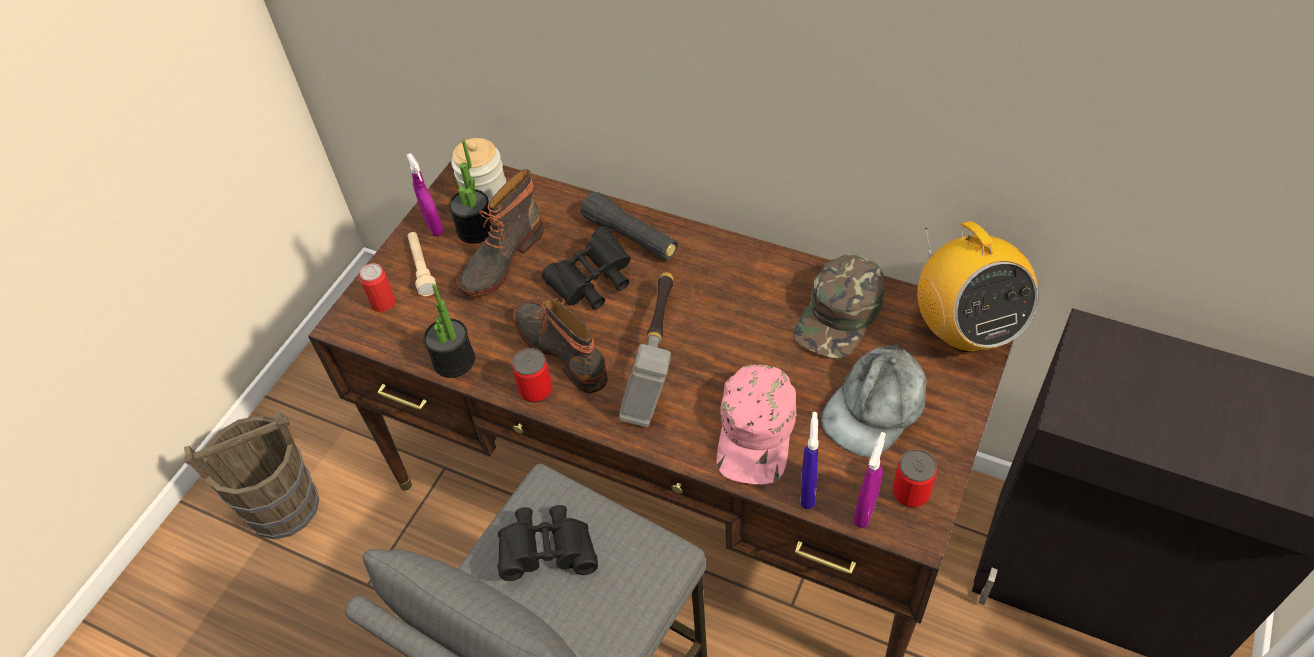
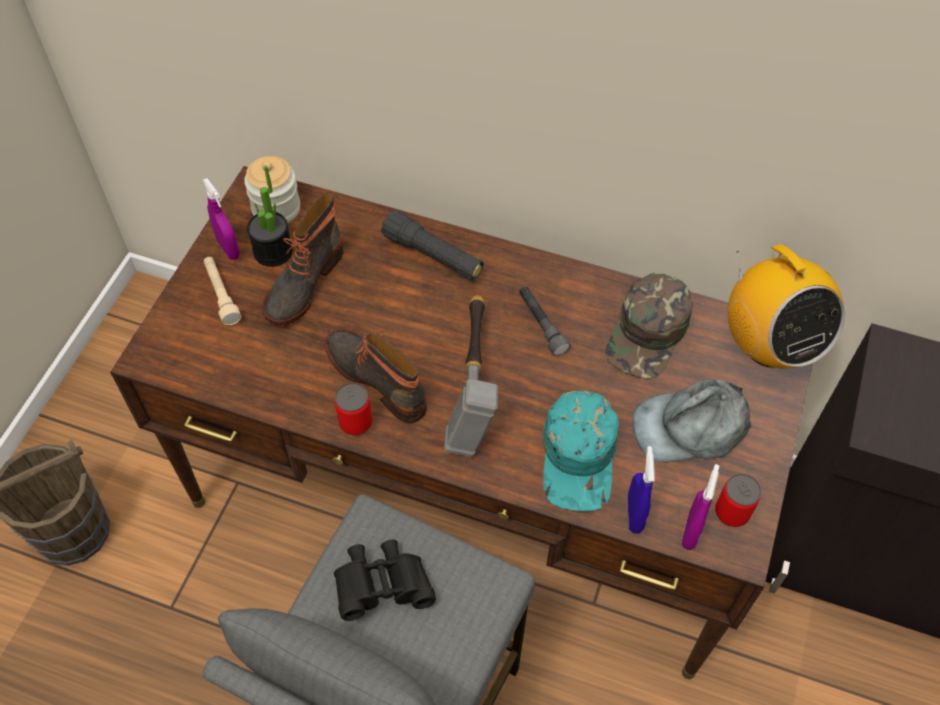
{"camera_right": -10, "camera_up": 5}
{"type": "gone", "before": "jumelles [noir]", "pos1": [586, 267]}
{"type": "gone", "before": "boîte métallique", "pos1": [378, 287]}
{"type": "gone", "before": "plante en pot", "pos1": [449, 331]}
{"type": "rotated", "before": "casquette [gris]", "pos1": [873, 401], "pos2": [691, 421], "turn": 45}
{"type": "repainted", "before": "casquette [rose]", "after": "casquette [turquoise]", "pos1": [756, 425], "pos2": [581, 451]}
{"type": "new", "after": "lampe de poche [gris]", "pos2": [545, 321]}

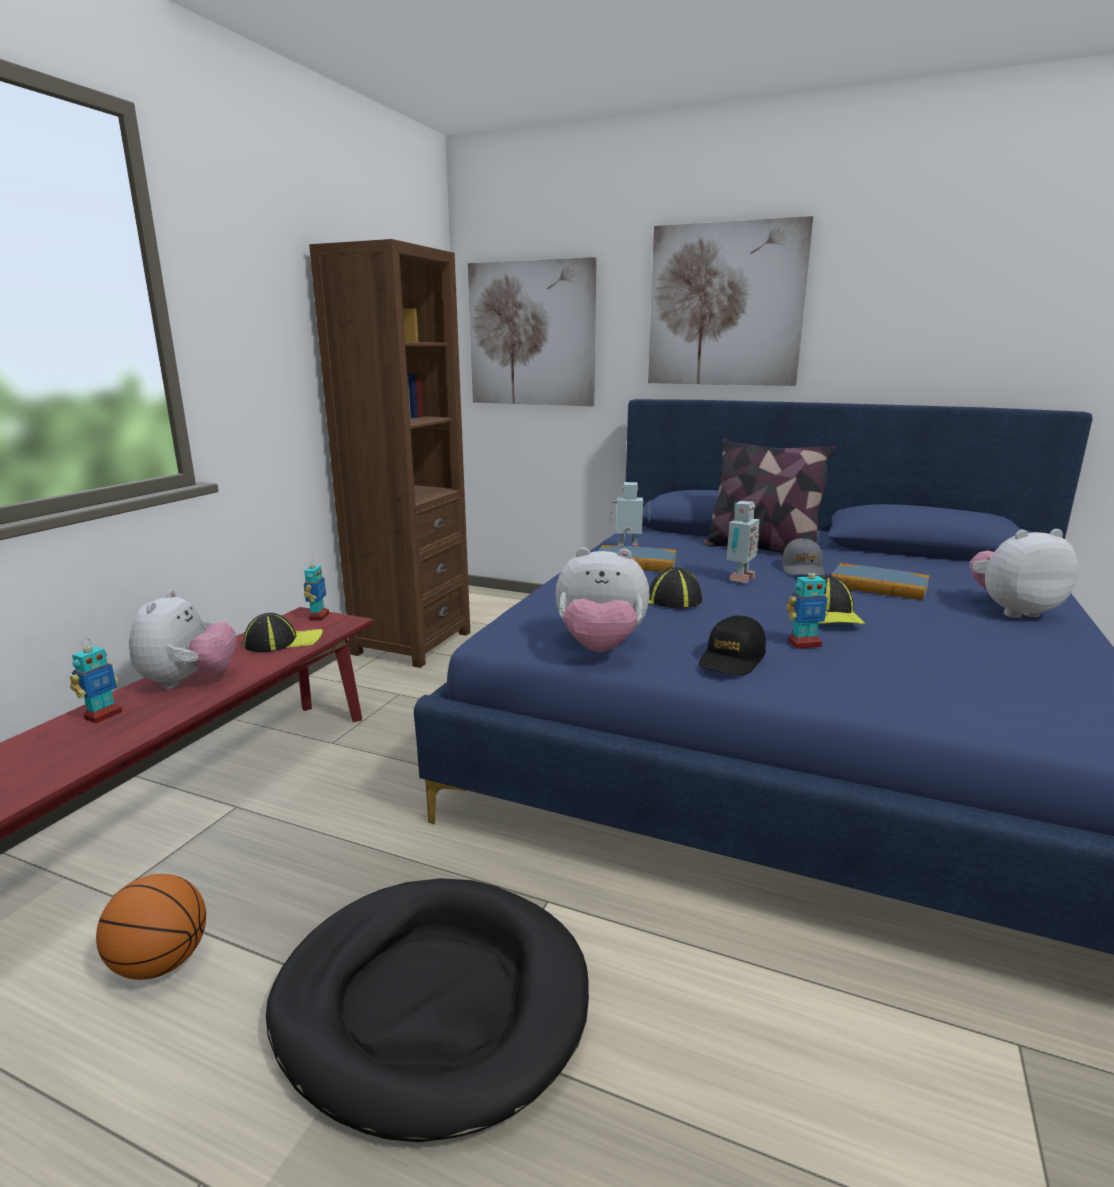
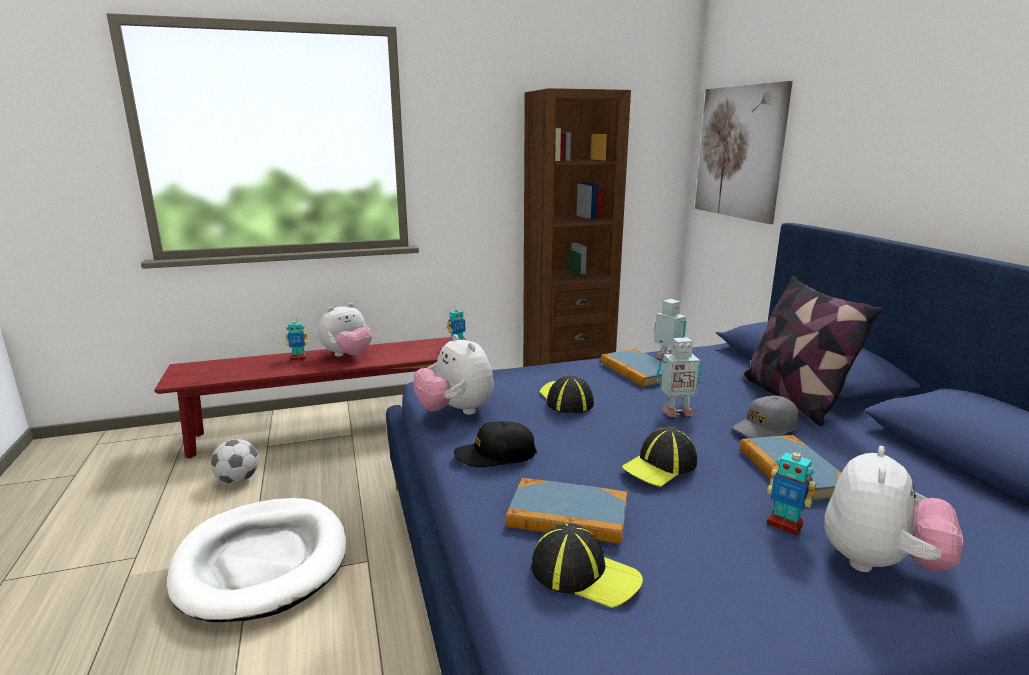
{"camera_right": 50, "camera_up": 0}
{"type": "gone", "before": "tableau", "pos1": [730, 301]}
{"type": "rotated", "before": "peluche", "pos1": [1024, 573], "pos2": [893, 509], "turn": 75}
{"type": "shifted", "before": "robot jouet", "pos1": [807, 607], "pos2": [791, 490]}
{"type": "shifted", "before": "casquette", "pos1": [283, 632], "pos2": [587, 565]}
{"type": "swapped", "before": "ballon de basket", "after": "ballon de foot", "pos1": [151, 927], "pos2": [235, 461]}
{"type": "repainted", "before": "panier pour chien [noir]", "after": "panier pour chien [blanc]", "pos1": [427, 1010], "pos2": [256, 560]}
{"type": "new", "after": "livre", "pos2": [566, 511]}

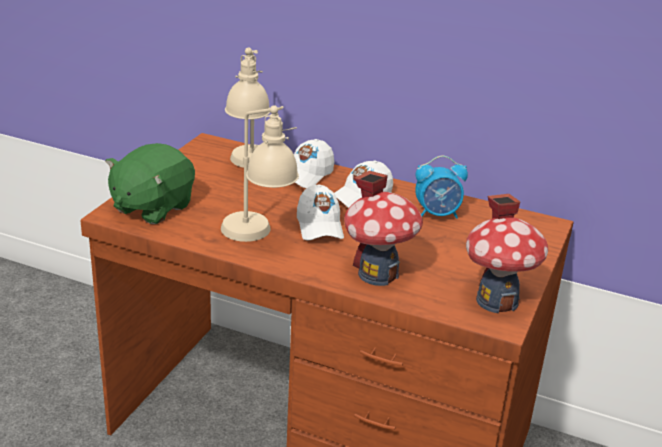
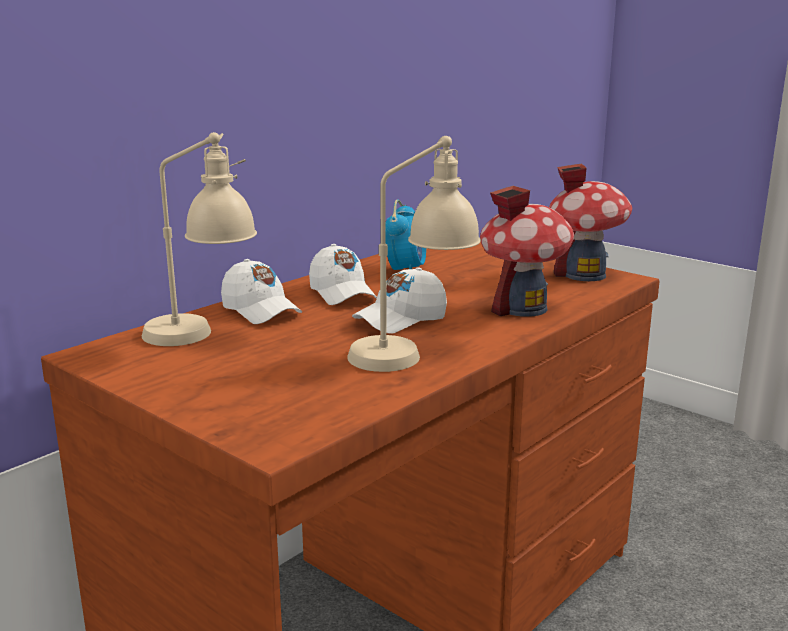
{"camera_right": -70, "camera_up": -10}
{"type": "gone", "before": "peluche [vert]", "pos1": [150, 183]}
{"type": "rotated", "before": "casquette [blanc]", "pos1": [320, 213], "pos2": [399, 300], "turn": 135}

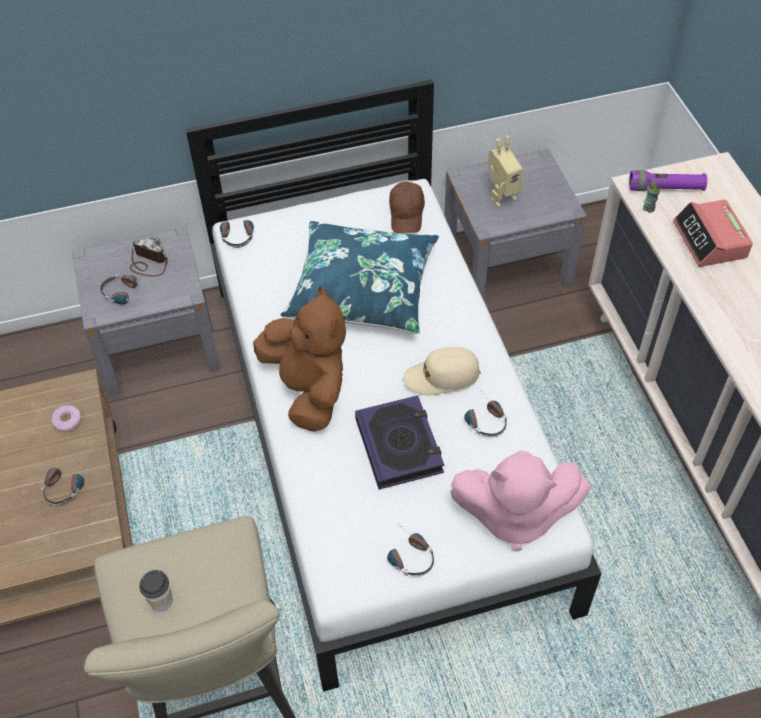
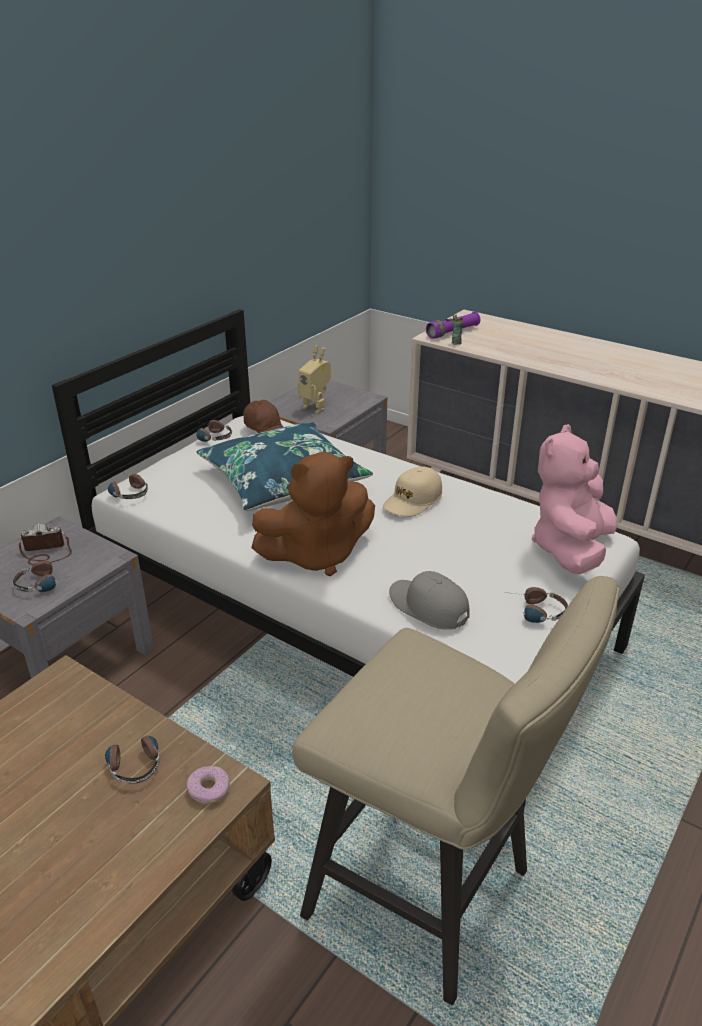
{"camera_right": -40, "camera_up": -20}
{"type": "rotated", "before": "robot jouet", "pos1": [505, 171], "pos2": [314, 380], "turn": 105}
{"type": "gone", "before": "réveil", "pos1": [713, 233]}
{"type": "rotated", "before": "peluche [marron]", "pos1": [299, 359], "pos2": [313, 514], "turn": 135}
{"type": "shifted", "before": "casque audio", "pos1": [485, 414], "pos2": [214, 431]}
{"type": "gone", "before": "livre", "pos1": [399, 442]}
{"type": "shifted", "before": "beignet", "pos1": [66, 418], "pos2": [208, 785]}
{"type": "rotated", "before": "peluche [rose]", "pos1": [520, 501], "pos2": [574, 499], "turn": 150}
{"type": "gone", "before": "tasse", "pos1": [155, 591]}
{"type": "new", "after": "casquette [gris]", "pos2": [429, 600]}

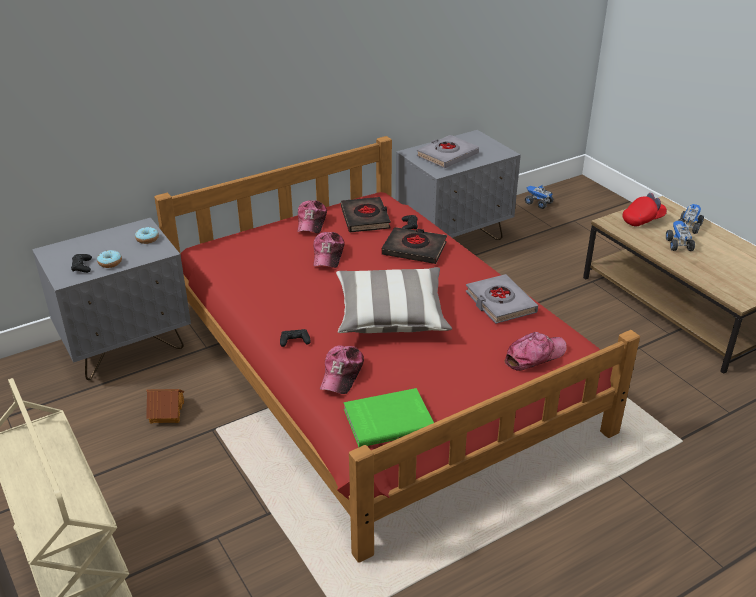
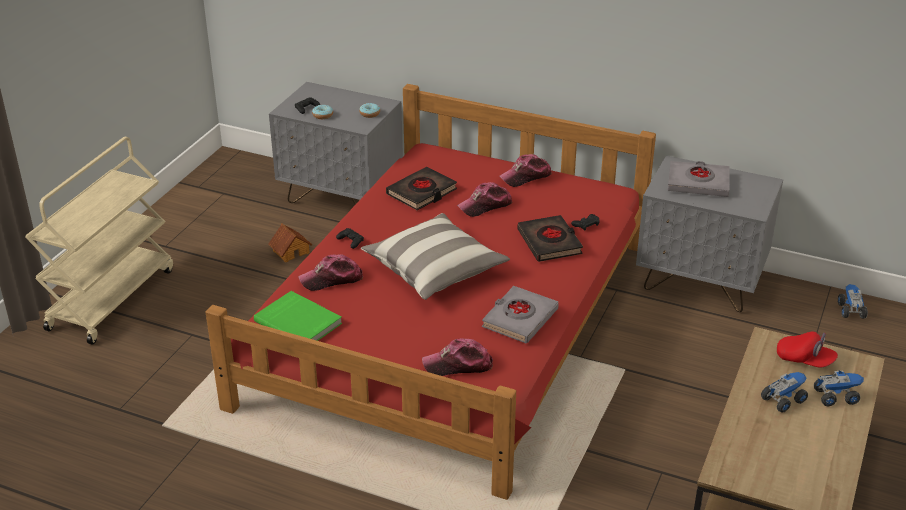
{"camera_right": 55, "camera_up": 0}
{"type": "shifted", "before": "livre [noir]", "pos1": [366, 214], "pos2": [421, 188]}
{"type": "rotated", "before": "casquette", "pos1": [535, 351], "pos2": [457, 357], "turn": 150}

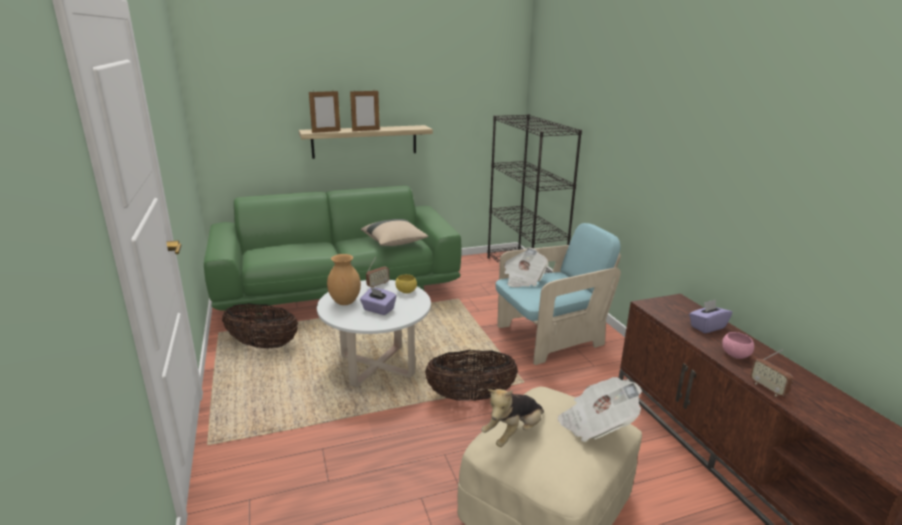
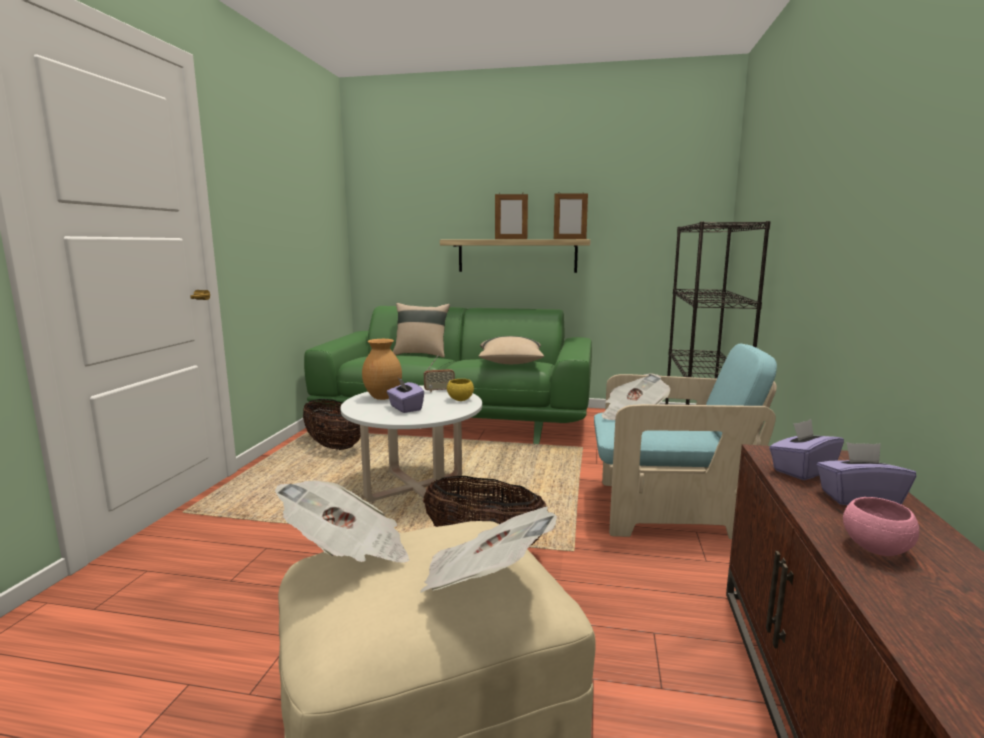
{"camera_right": 30, "camera_up": -10}
{"type": "shifted", "before": "cadre photo", "pos1": [324, 112], "pos2": [571, 216]}
{"type": "gone", "before": "radio", "pos1": [771, 372]}
{"type": "swapped", "before": "peluche", "after": "journal", "pos1": [512, 418], "pos2": [342, 522]}
{"type": "new", "after": "coussin [beige]", "pos2": [421, 330]}
{"type": "new", "after": "boîte à mouchoirs [violet]", "pos2": [806, 449]}

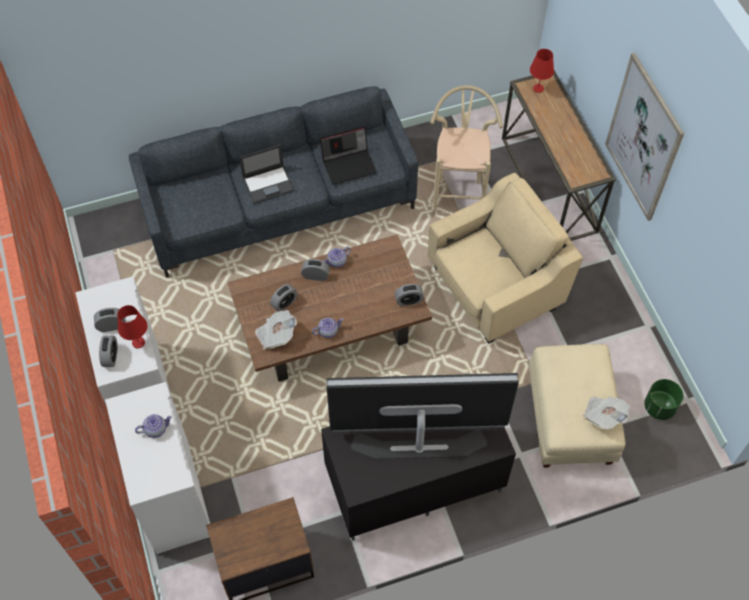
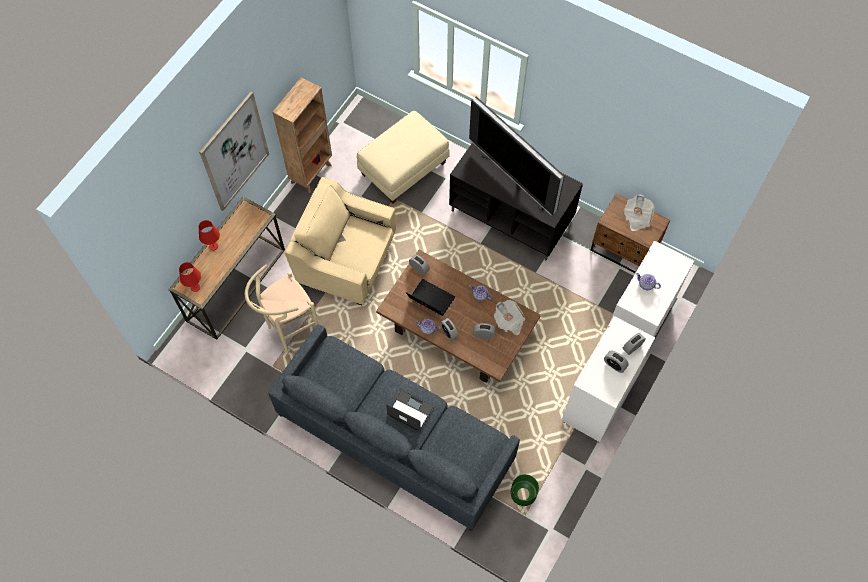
{"camera_right": -130, "camera_up": 5}
{"type": "shifted", "before": "ordinateur portable", "pos1": [348, 156], "pos2": [430, 297]}
{"type": "shifted", "before": "lampe de table [rouge]", "pos1": [132, 326], "pos2": [209, 235]}
{"type": "shifted", "before": "cache-pot [vert]", "pos1": [663, 399], "pos2": [525, 490]}
{"type": "shifted", "before": "journal", "pos1": [606, 412], "pos2": [639, 212]}
{"type": "new", "after": "bibliothèque [marron]", "pos2": [302, 135]}

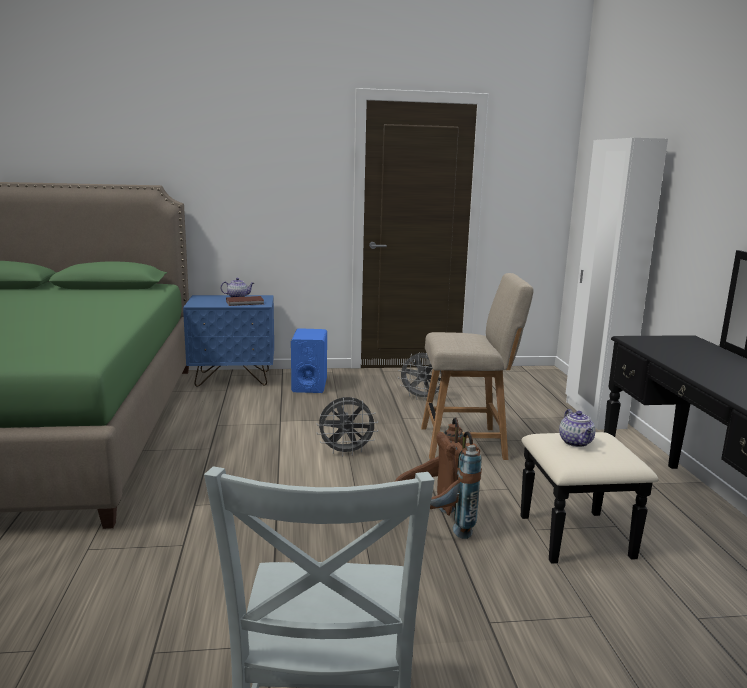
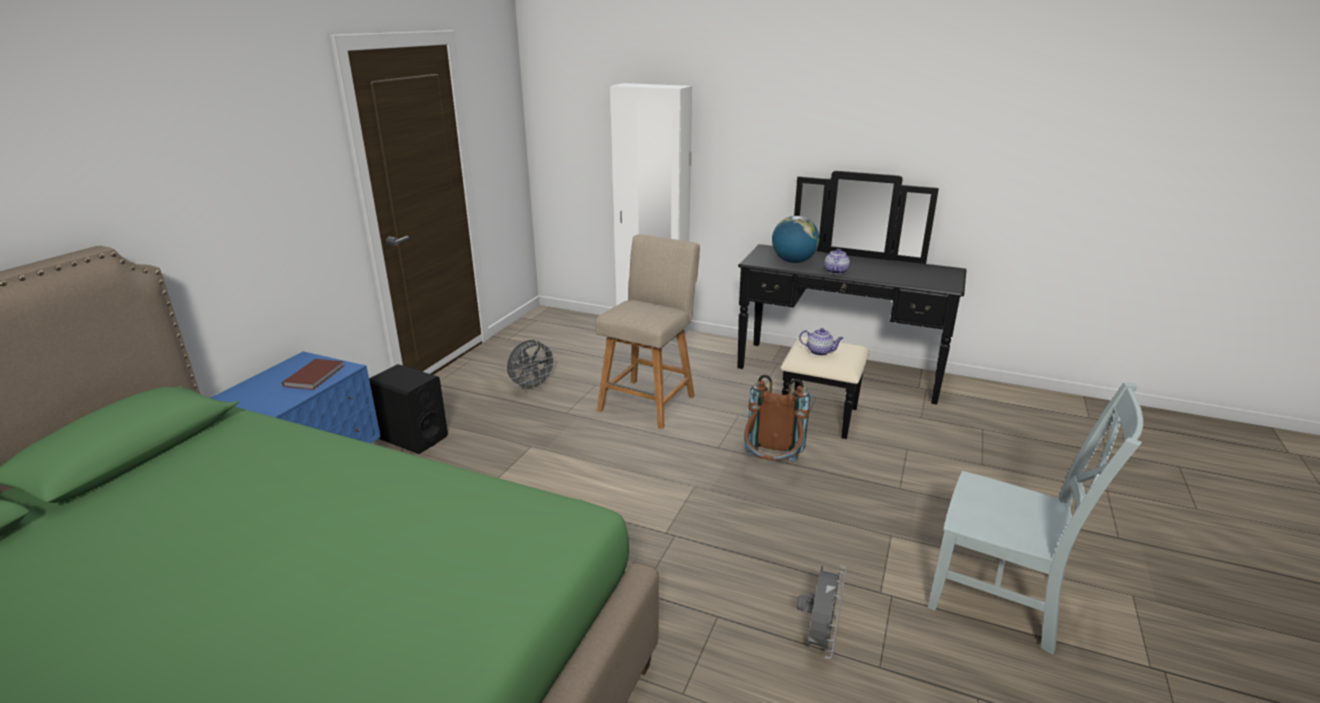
{"camera_right": -60, "camera_up": 10}
{"type": "shifted", "before": "théière", "pos1": [237, 287], "pos2": [837, 261]}
{"type": "repainted", "before": "enceinte [bleu]", "after": "enceinte [noir]", "pos1": [309, 360], "pos2": [408, 409]}
{"type": "shifted", "before": "ventilateur [gris]", "pos1": [347, 426], "pos2": [821, 612]}
{"type": "new", "after": "globe", "pos2": [795, 239]}

